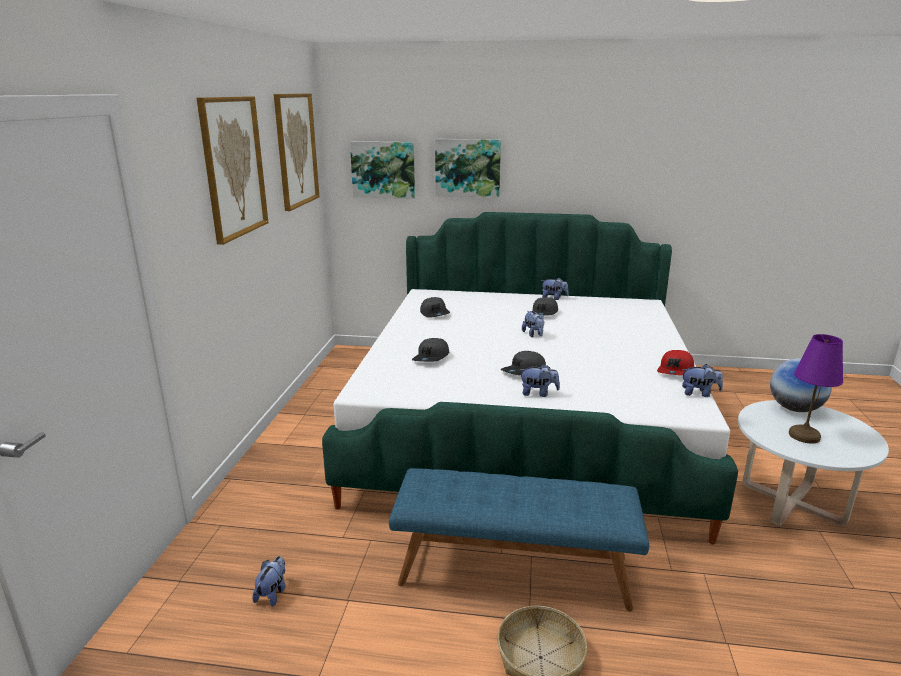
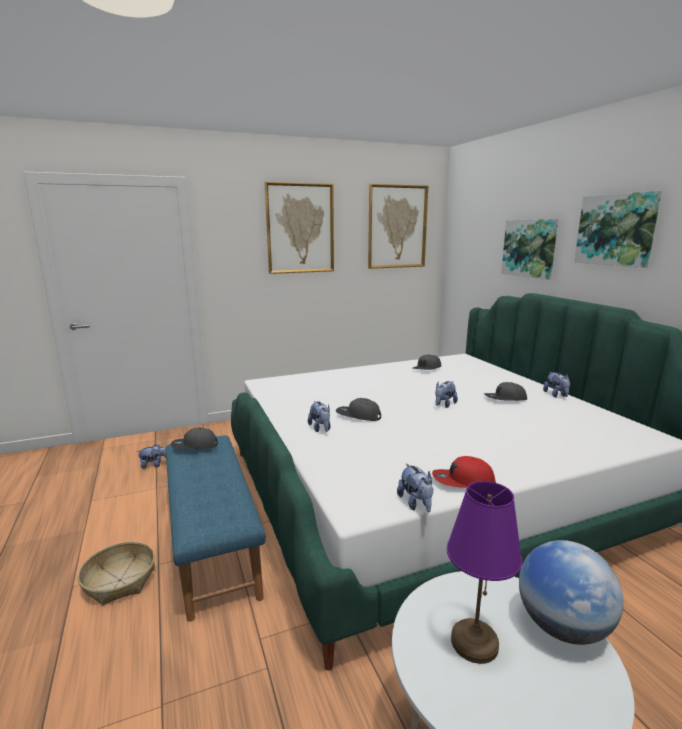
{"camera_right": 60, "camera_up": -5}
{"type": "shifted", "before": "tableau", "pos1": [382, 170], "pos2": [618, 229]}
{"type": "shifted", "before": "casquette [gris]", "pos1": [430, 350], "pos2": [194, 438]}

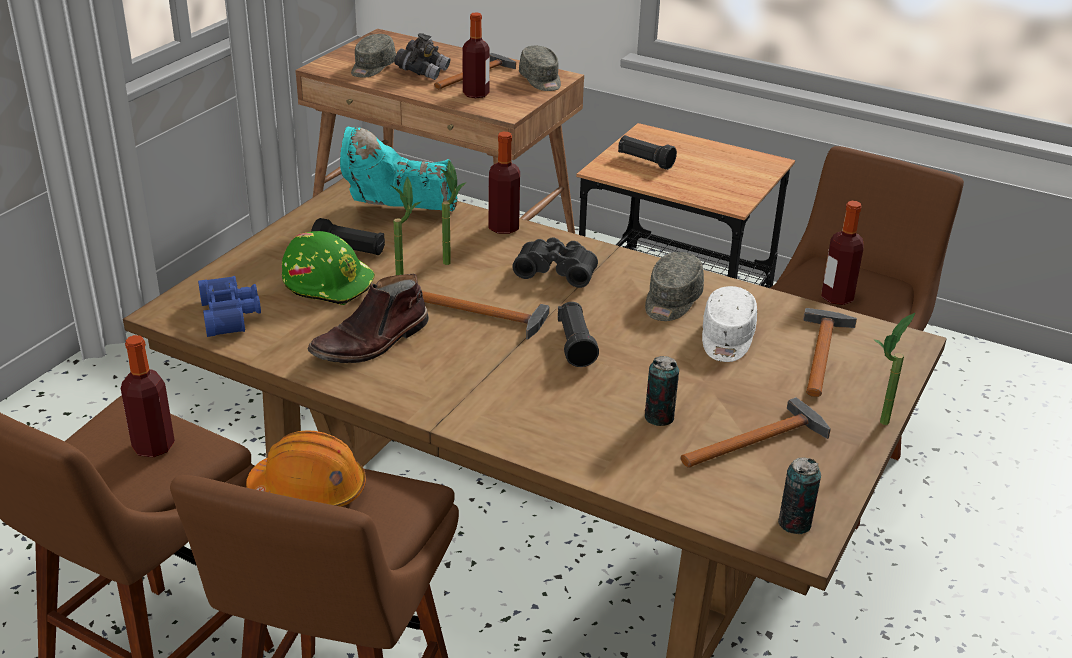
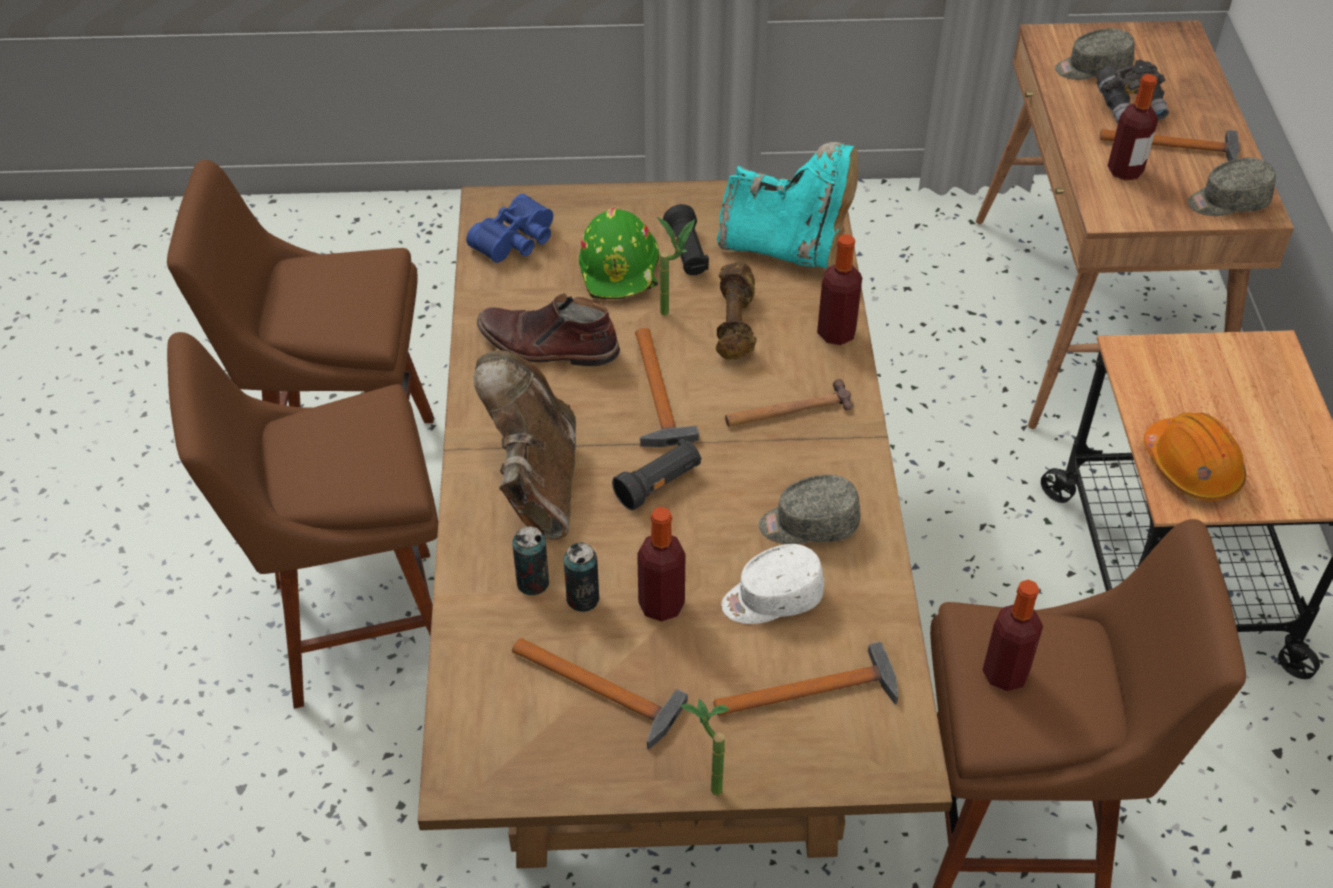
{"camera_right": 60, "camera_up": 15}
{"type": "rotated", "before": "casquette [gris]", "pos1": [540, 68], "pos2": [1232, 187], "turn": 45}
{"type": "rotated", "before": "botte [turquoise]", "pos1": [399, 169], "pos2": [787, 205], "turn": 135}
{"type": "gone", "before": "lampe de poche [noir]", "pos1": [647, 152]}
{"type": "swapped", "before": "plante en pot", "after": "haltère [marron]", "pos1": [453, 212], "pos2": [736, 311]}
{"type": "swapped", "before": "jumelles [noir]", "after": "marteau", "pos1": [555, 262], "pos2": [789, 403]}
{"type": "shifted", "before": "bouteille", "pos1": [148, 396], "pos2": [661, 564]}
{"type": "shifted", "before": "casque de chantier [orange]", "pos1": [306, 468], "pos2": [1195, 456]}
{"type": "shifted", "before": "boîte métallique", "pos1": [799, 495], "pos2": [530, 560]}
{"type": "new", "after": "botte [marron]", "pos2": [525, 445]}

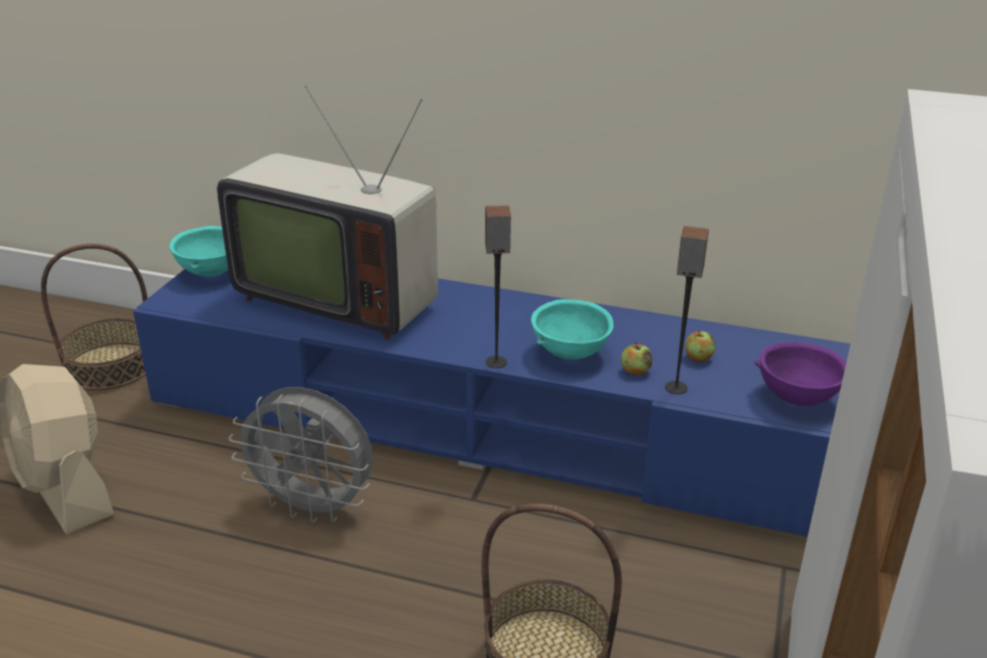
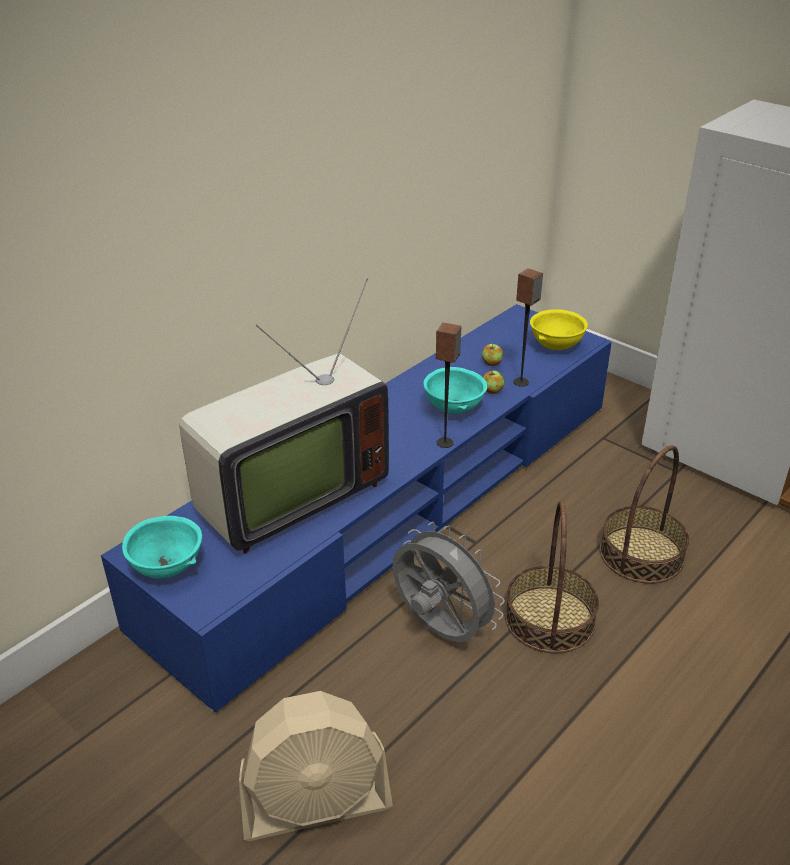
{"camera_right": -65, "camera_up": 5}
{"type": "shifted", "before": "panier", "pos1": [94, 317], "pos2": [552, 577]}
{"type": "repainted", "before": "bol [violet]", "after": "bol [jaune]", "pos1": [800, 374], "pos2": [559, 330]}
{"type": "rotated", "before": "ventilateur [gris]", "pos1": [301, 455], "pos2": [449, 582], "turn": -90}

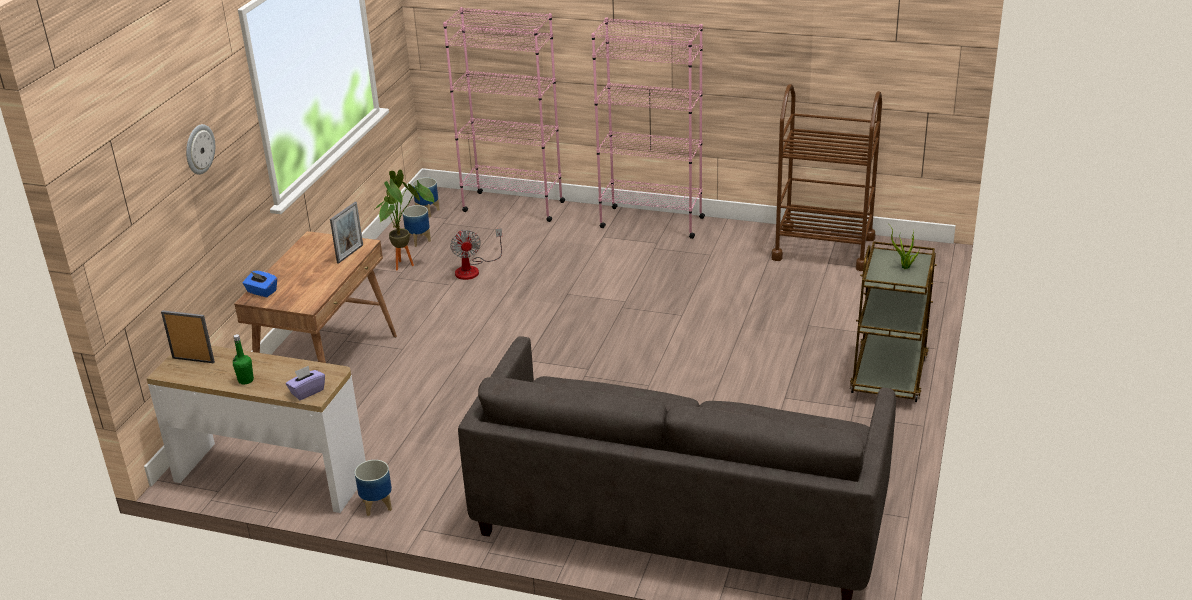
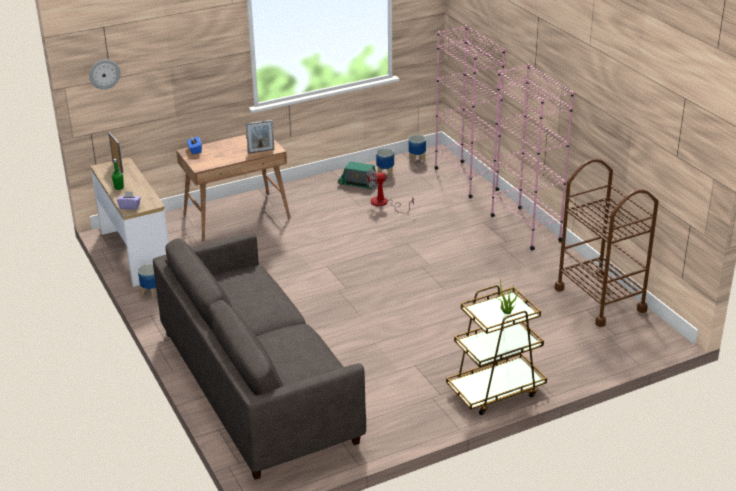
{"camera_right": 45, "camera_up": 0}
{"type": "shifted", "before": "horloge murale", "pos1": [200, 149], "pos2": [105, 75]}
{"type": "swapped", "before": "plante en pot", "after": "radio", "pos1": [404, 220], "pos2": [357, 175]}
{"type": "rotated", "before": "ventilateur", "pos1": [476, 254], "pos2": [390, 190], "turn": 45}

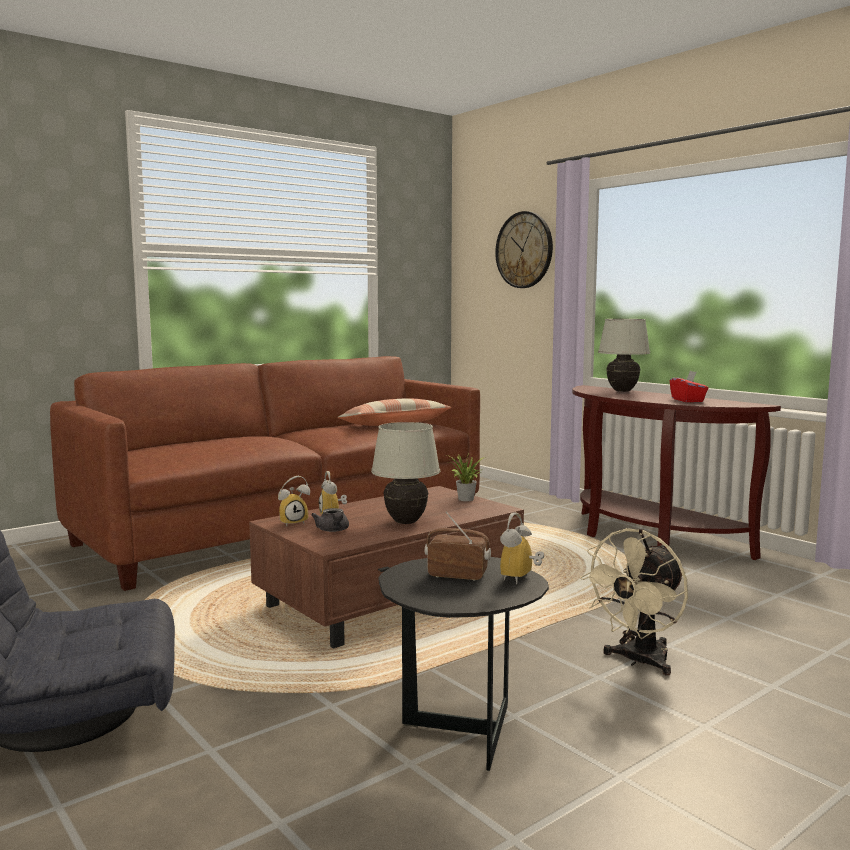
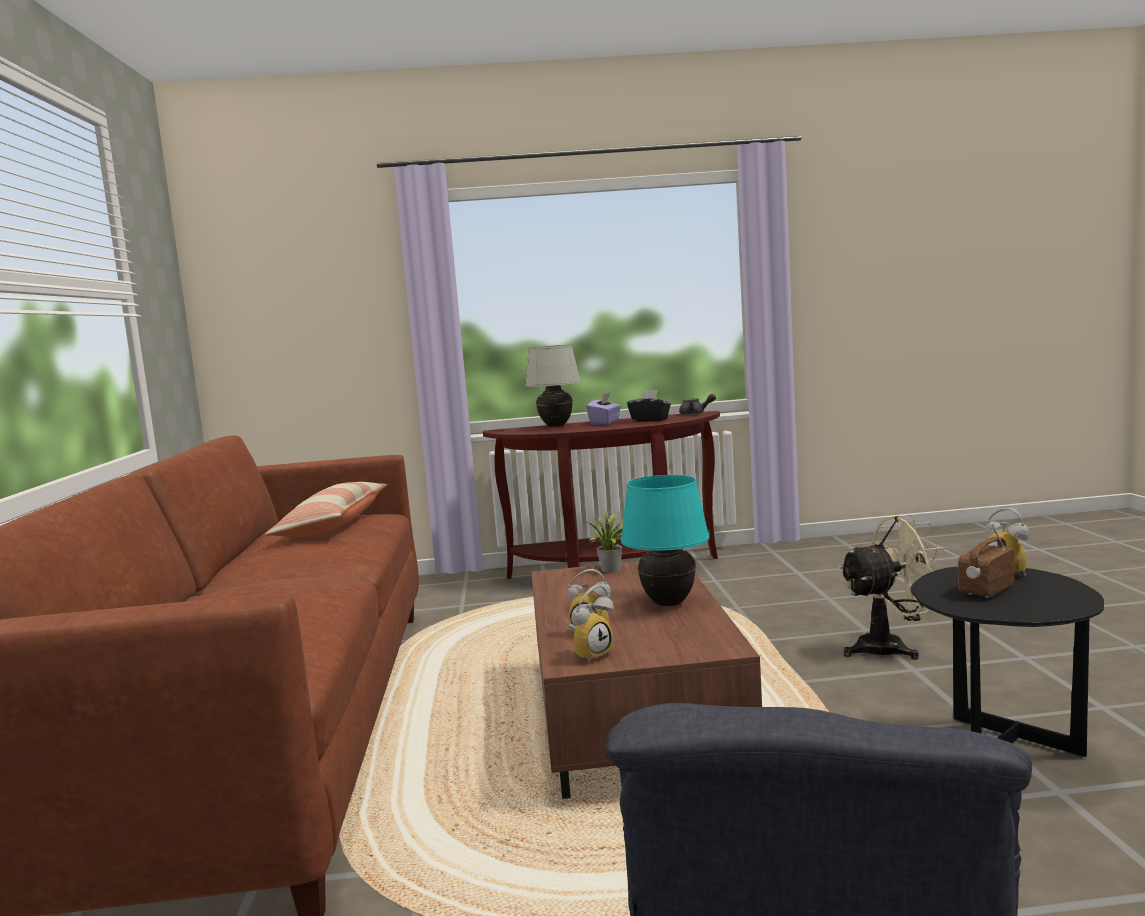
{"camera_right": -55, "camera_up": 0}
{"type": "gone", "before": "horloge murale", "pos1": [524, 249]}
{"type": "repainted", "before": "boîte à mouchoirs [rouge]", "after": "boîte à mouchoirs [noir]", "pos1": [689, 386], "pos2": [649, 406]}
{"type": "repainted", "before": "lampe de table [blanc]", "after": "lampe de table [turquoise]", "pos1": [405, 473], "pos2": [665, 540]}
{"type": "rotated", "before": "réveil", "pos1": [294, 501], "pos2": [591, 624], "turn": 45}
{"type": "shifted", "before": "théière [gris]", "pos1": [330, 520], "pos2": [697, 404]}
{"type": "rotated", "before": "ventilateur [beige]", "pos1": [634, 601], "pos2": [892, 587], "turn": -90}
{"type": "new", "after": "boîte à mouchoirs [violet]", "pos2": [603, 409]}

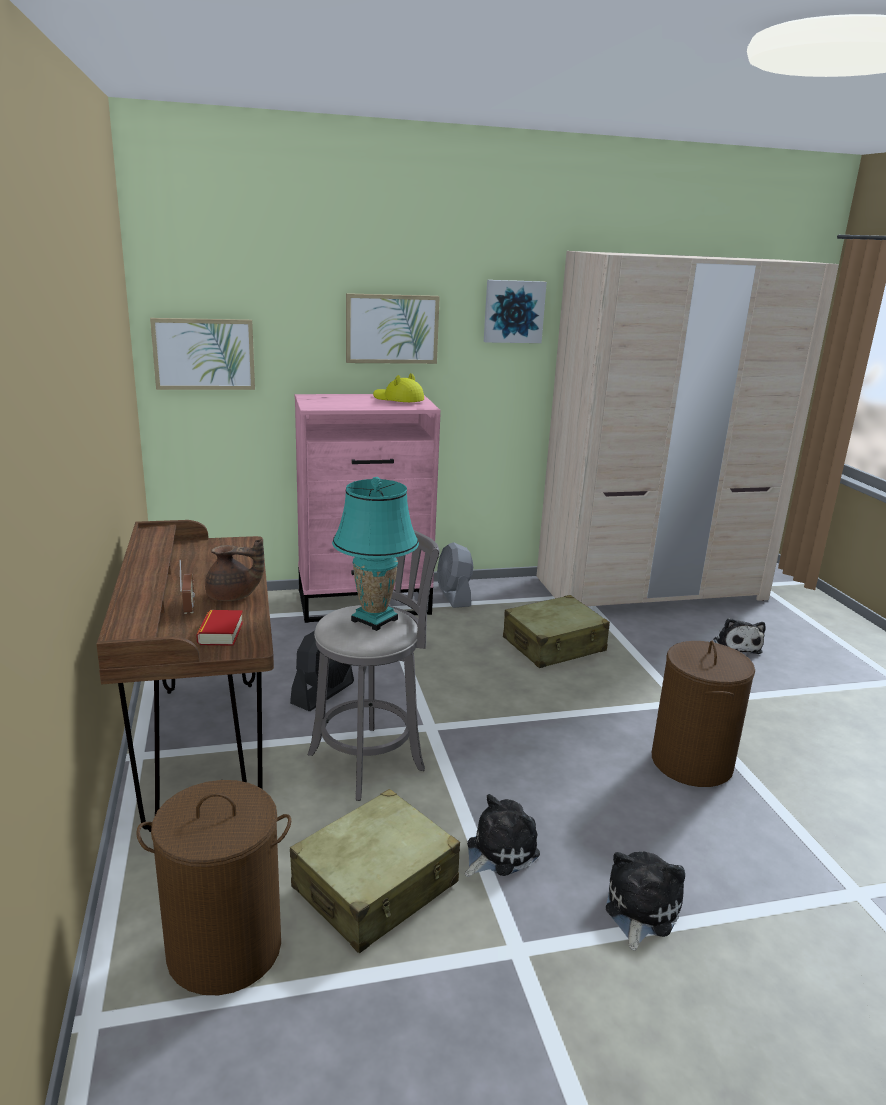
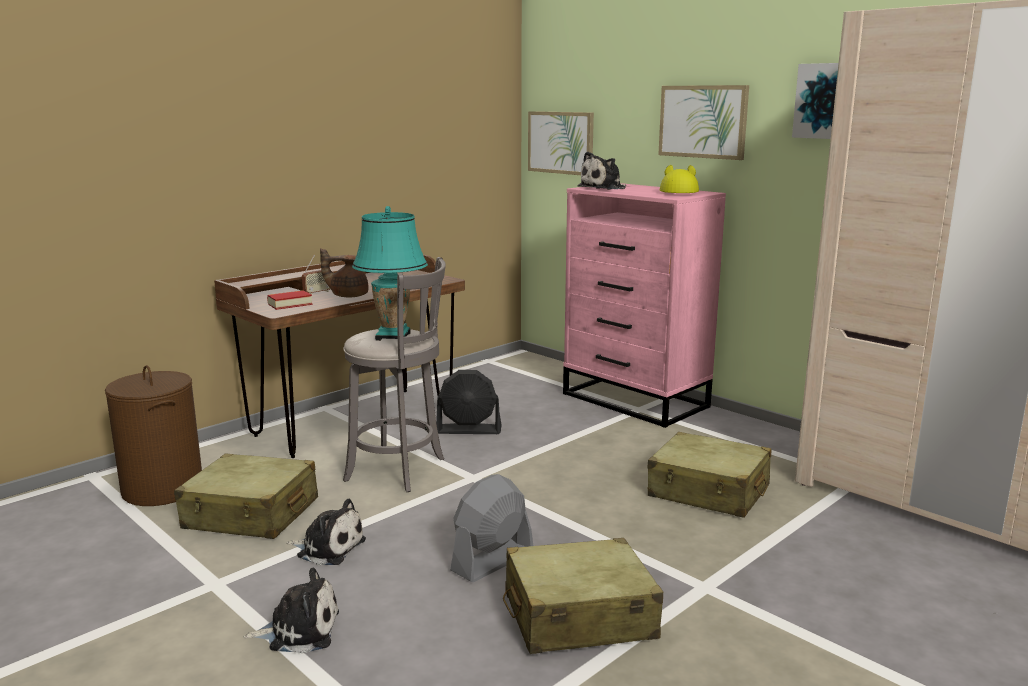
{"camera_right": 60, "camera_up": -5}
{"type": "rotated", "before": "théière [marron]", "pos1": [234, 570], "pos2": [344, 272], "turn": 120}
{"type": "shifted", "before": "ventilateur [gris]", "pos1": [455, 575], "pos2": [491, 528]}
{"type": "shifted", "before": "peluche", "pos1": [739, 636], "pos2": [602, 171]}
{"type": "swapped", "before": "panier à linge [marron]", "after": "valise [beige]", "pos1": [703, 713], "pos2": [583, 596]}

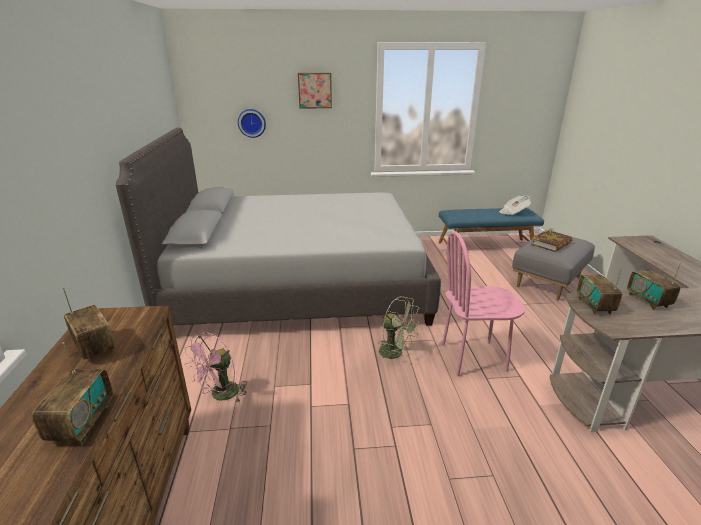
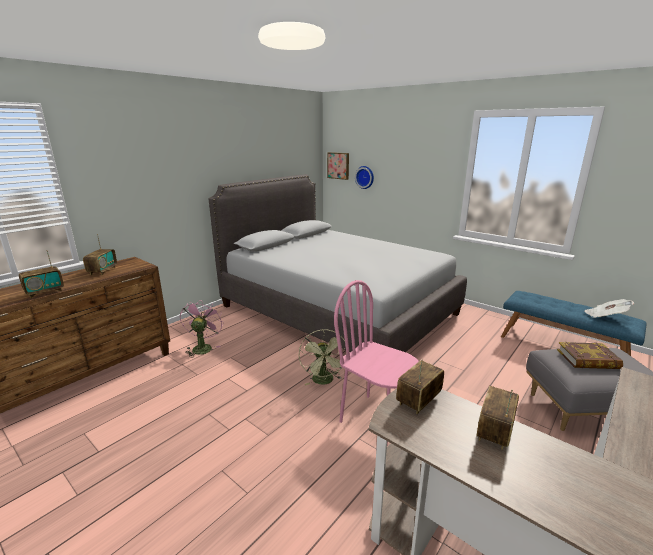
{"camera_right": 45, "camera_up": -5}
{"type": "shifted", "before": "tableau", "pos1": [315, 91], "pos2": [338, 166]}
{"type": "rotated", "before": "ventilateur [rose]", "pos1": [216, 367], "pos2": [202, 328], "turn": 105}

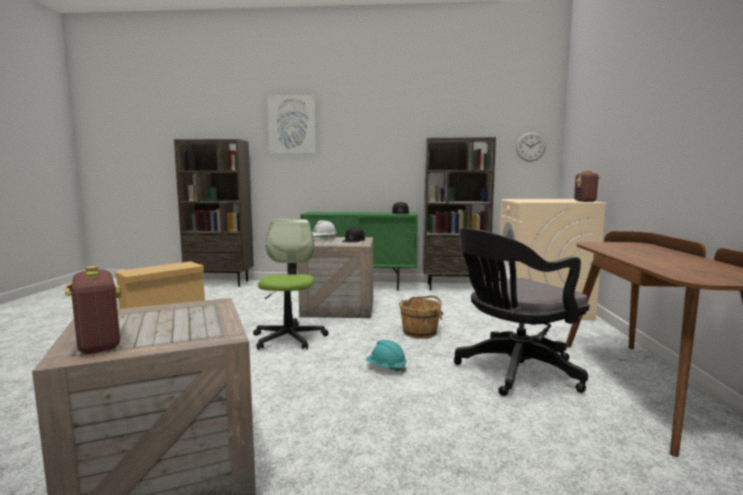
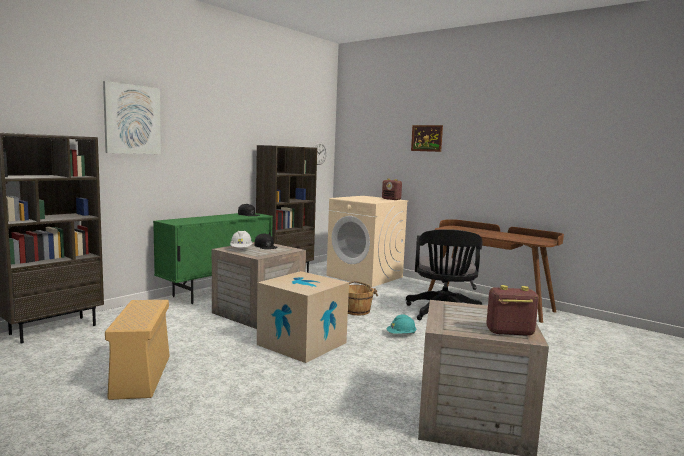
{"camera_right": -55, "camera_up": 0}
{"type": "swapped", "before": "chaise de bureau", "after": "carton", "pos1": [291, 284], "pos2": [303, 317]}
{"type": "new", "after": "tableau", "pos2": [427, 138]}

